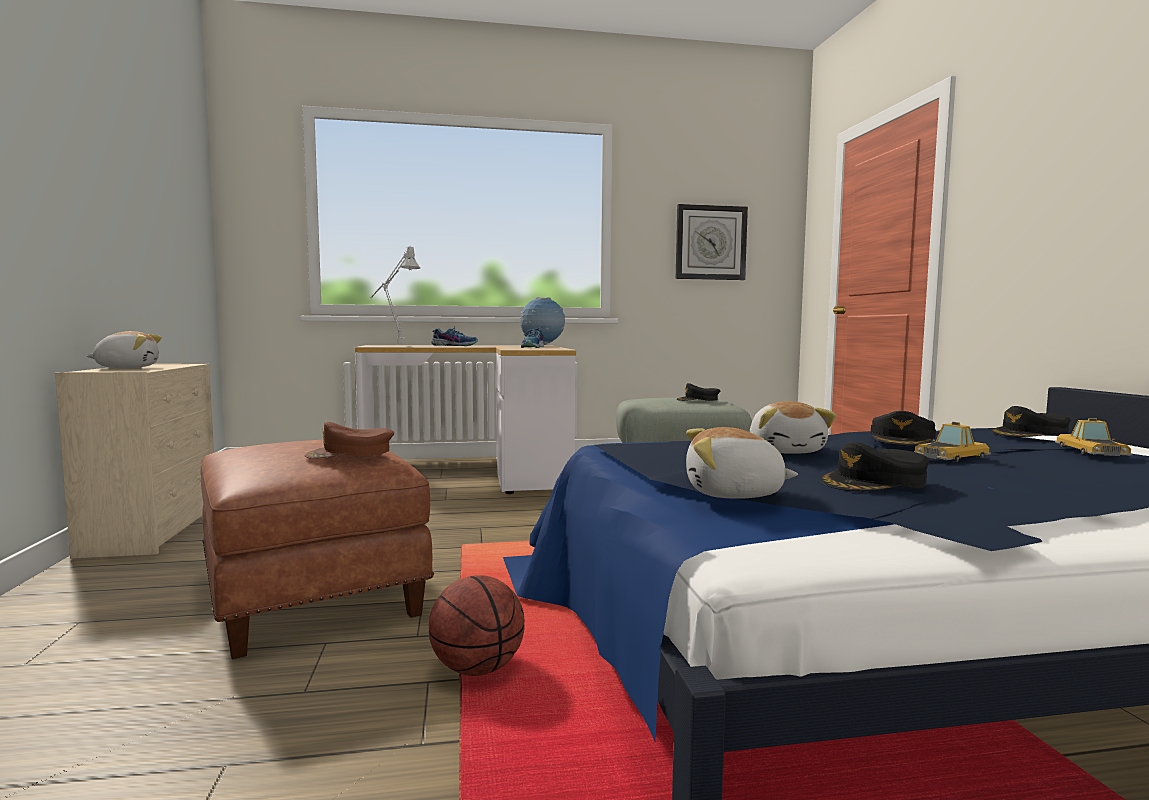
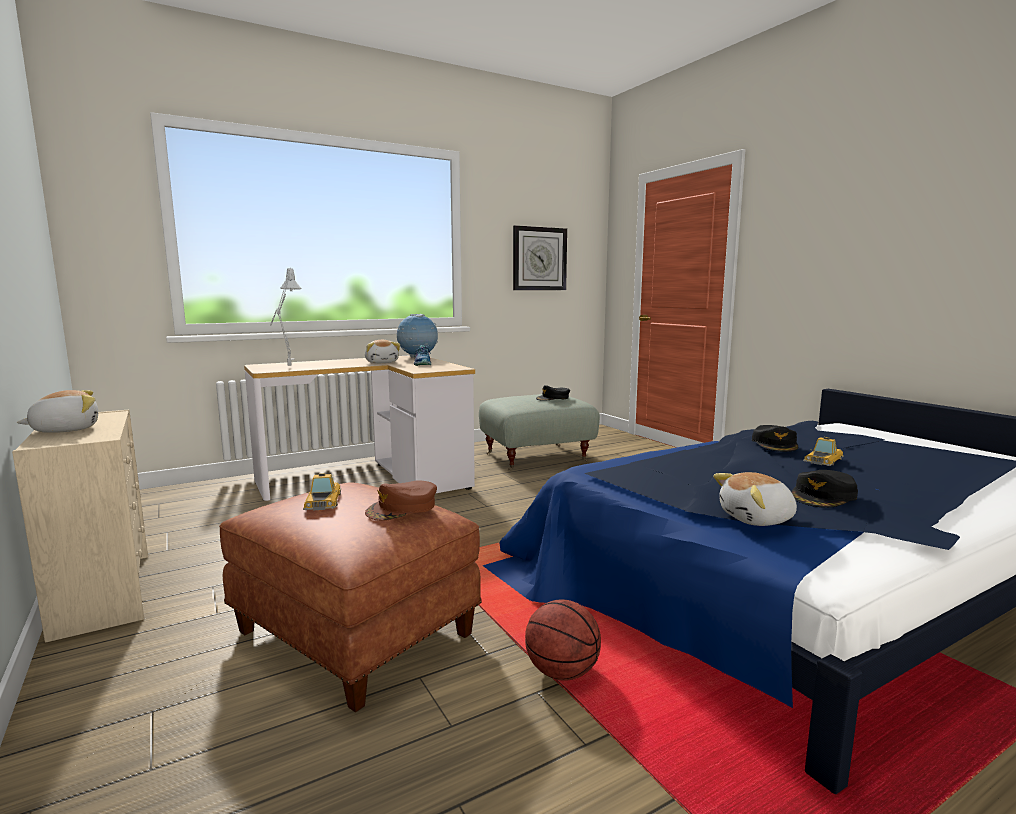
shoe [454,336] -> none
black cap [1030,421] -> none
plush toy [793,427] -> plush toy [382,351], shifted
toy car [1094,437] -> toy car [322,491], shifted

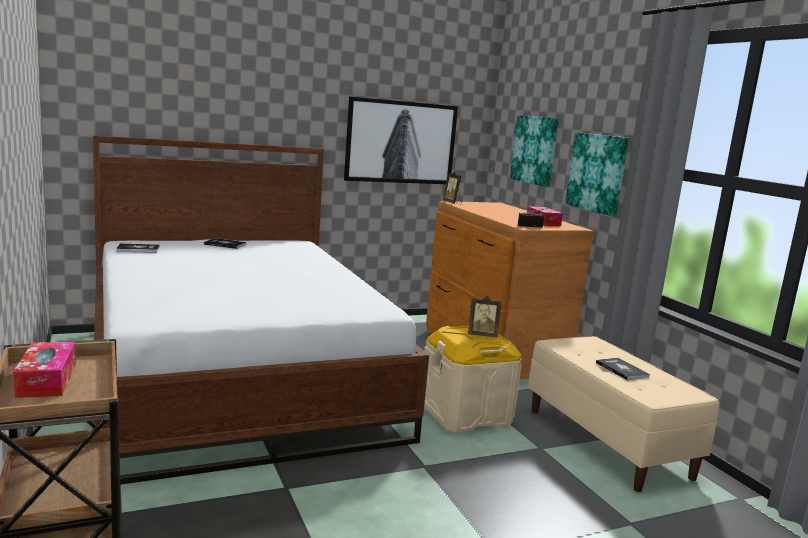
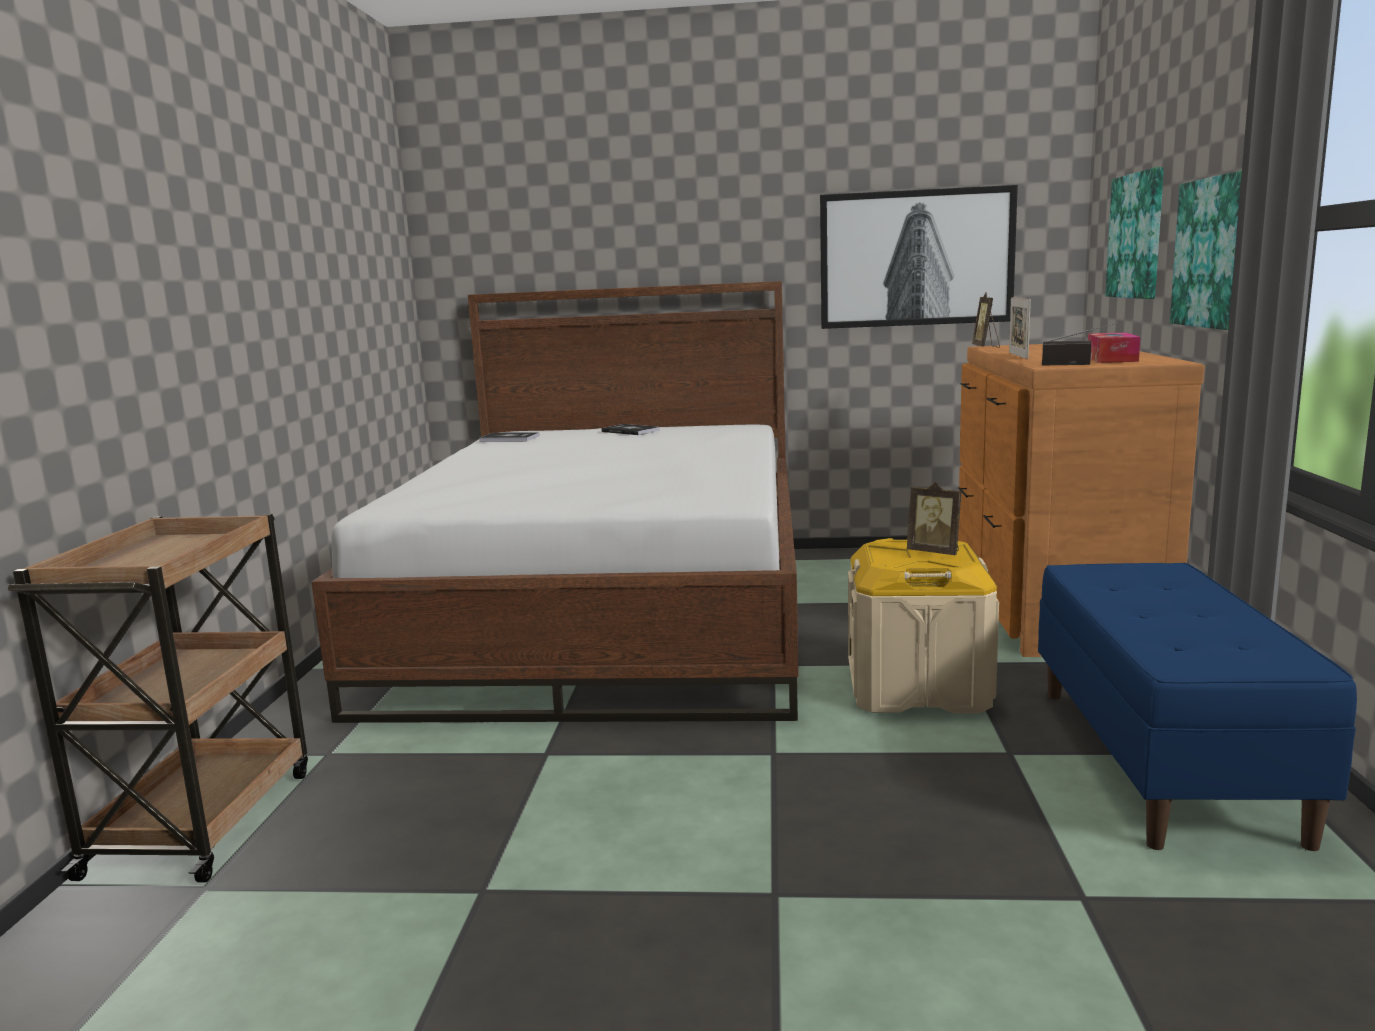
tissue box [44,370] -> none
book [623,369] -> none
none -> picture frame [1020,328]
beige bench [623,414] -> blue bench [1197,707]

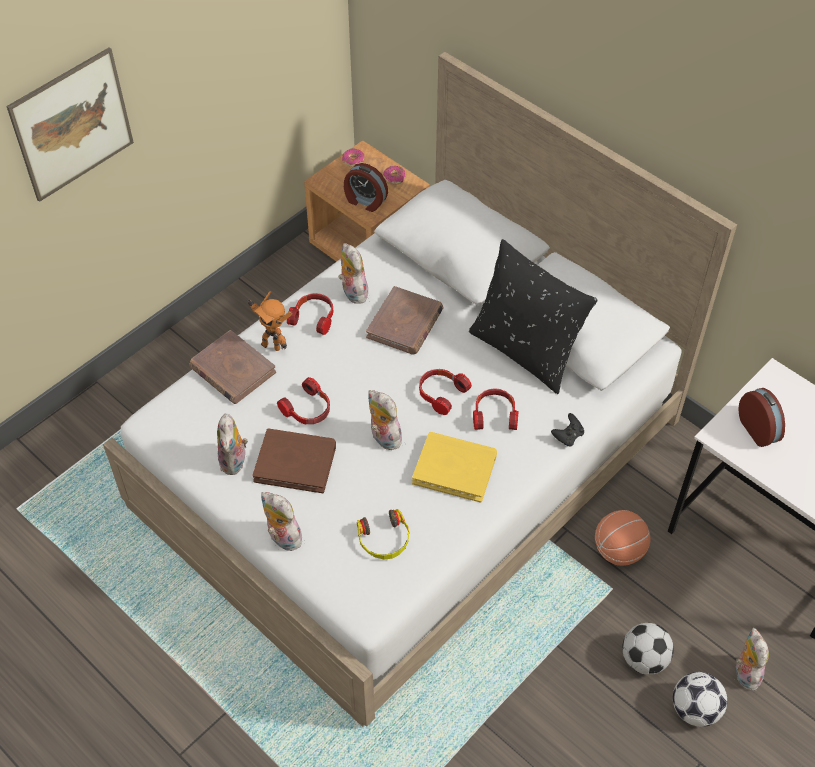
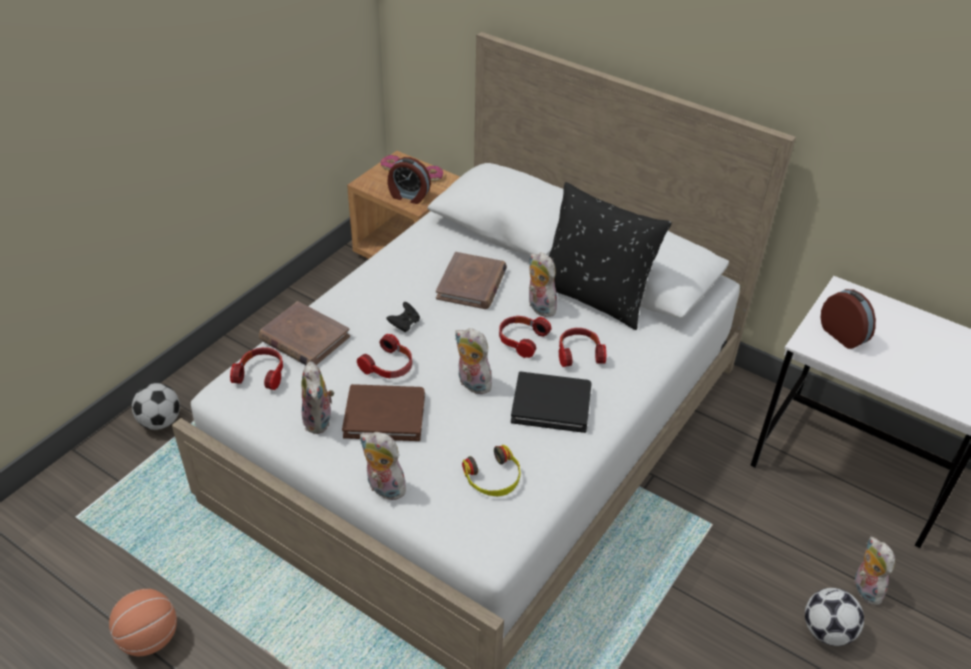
picture [70,124] -> none
toy robot [269,321] -> none
headphones [310,314] -> headphones [256,368], shifted
plush toy [353,273] -> plush toy [543,284], shifted
black game controller [567,429] -> black game controller [403,317], shifted
basketball [623,538] -> basketball [143,622], shifted
football [648,649] -> football [156,406], shifted
yellow book [454,467] -> black book [551,402]

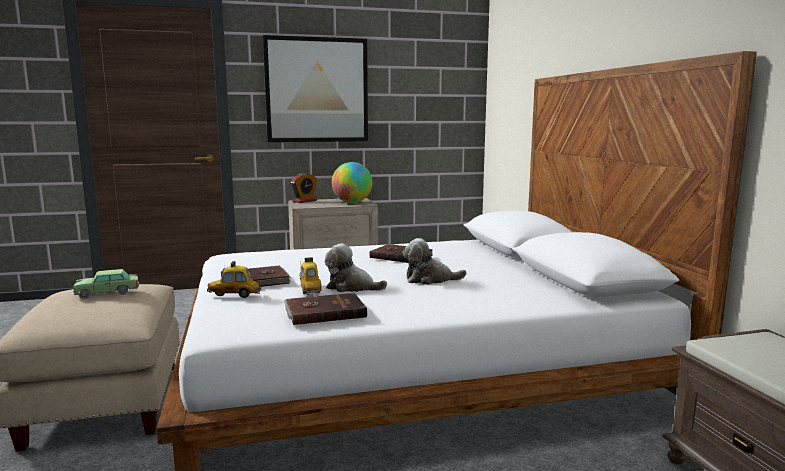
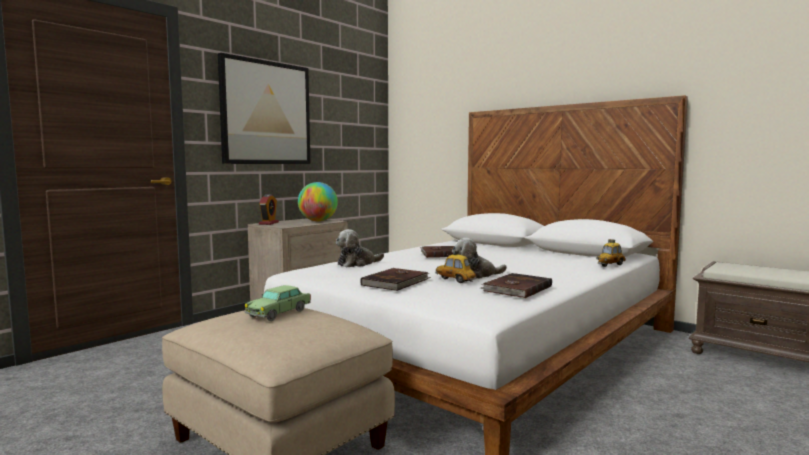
toy car [234,279] -> toy car [611,253], shifted
plush toy [435,261] -> plush toy [360,248], shifted

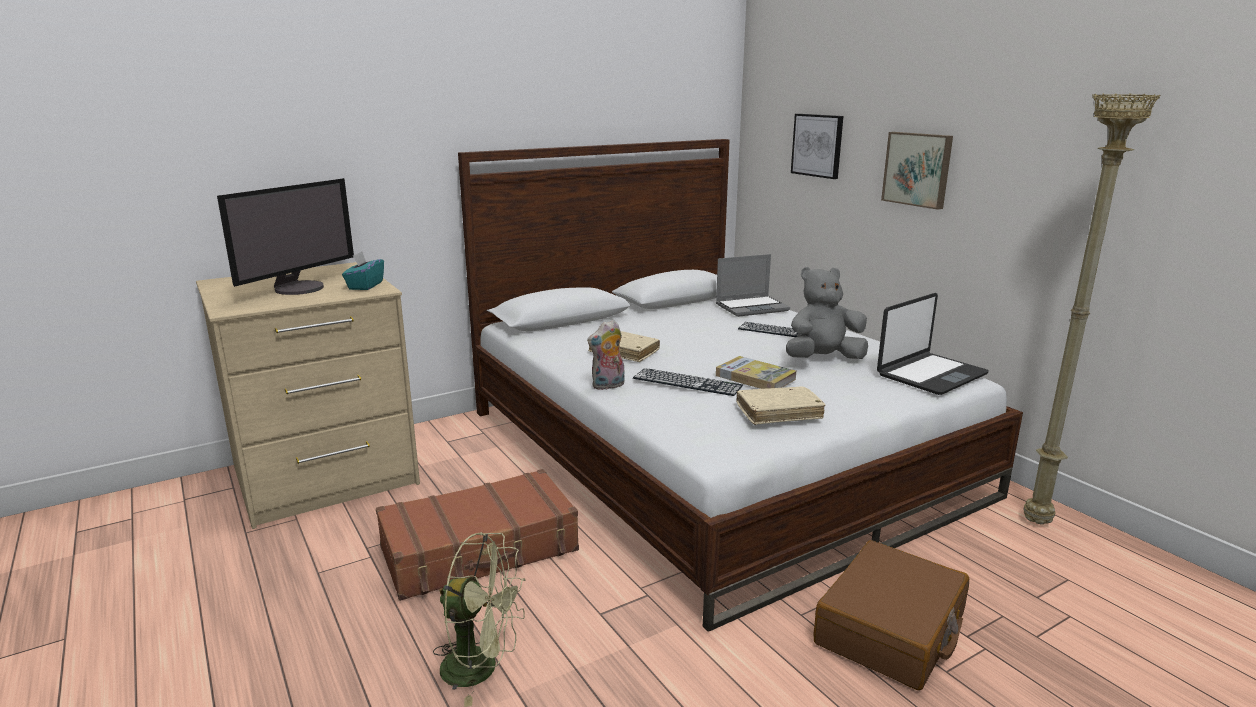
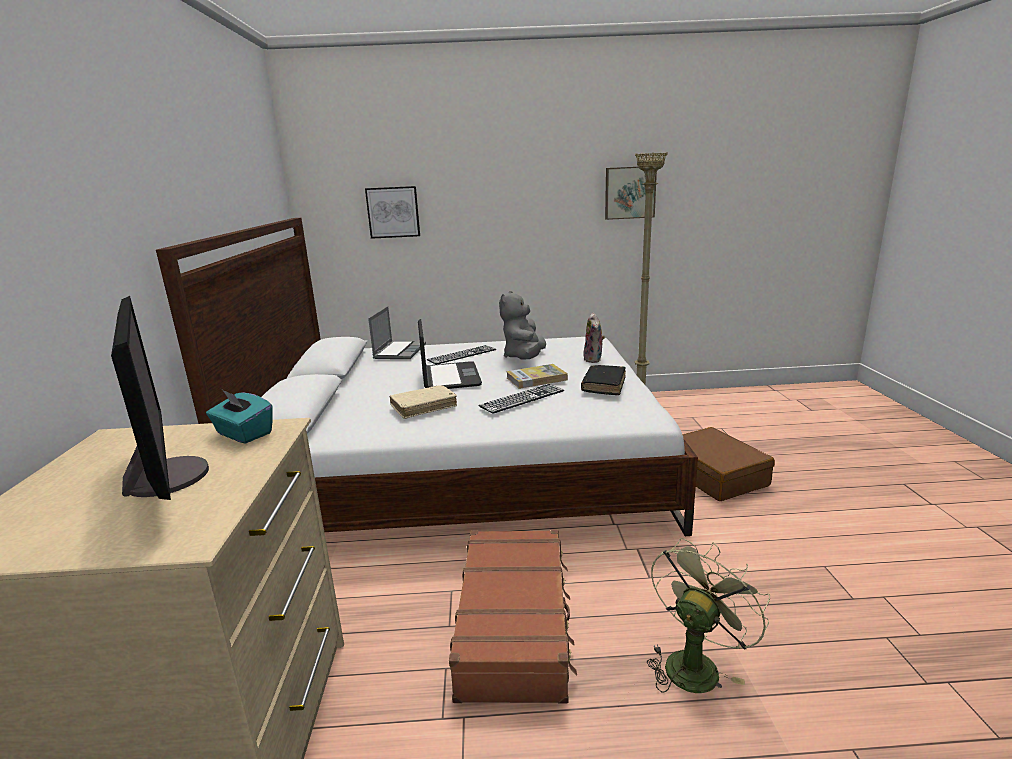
plush toy [606,355] -> plush toy [594,338], shifted
laptop [933,344] -> laptop [450,354], shifted
picture [917,171] -> picture [631,193], shifted
beige book [781,405] -> black book [603,380]

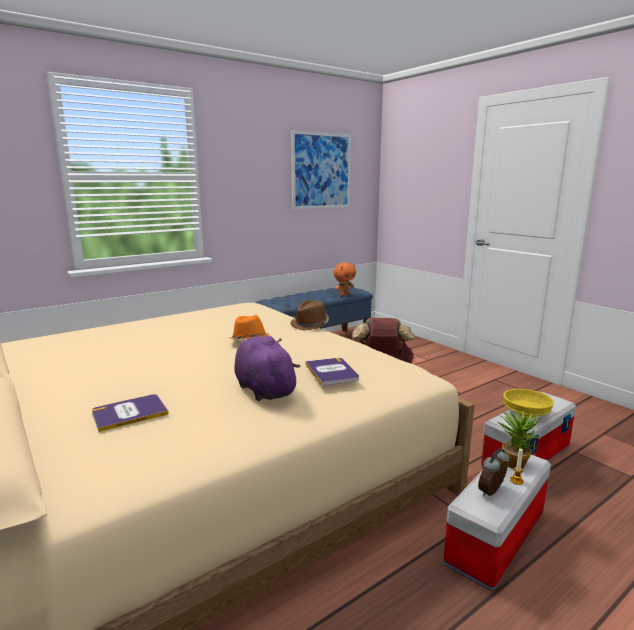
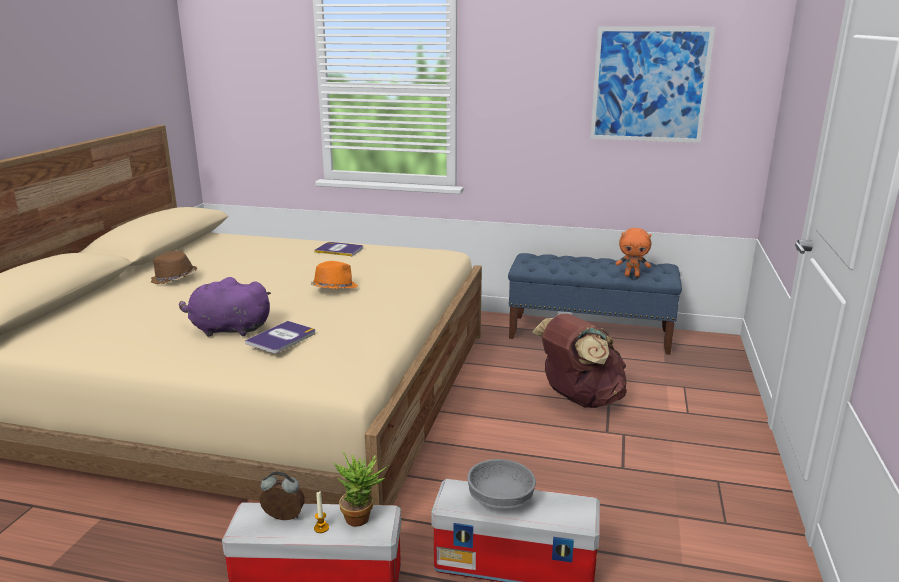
book [130,413] -> book [338,249], shifted
brown hat [309,315] -> brown hat [174,267], shifted
yellow bowl [528,403] -> grey bowl [501,484]
purple plush toy [267,368] -> purple plush toy [225,307], 105 degrees counterclockwise

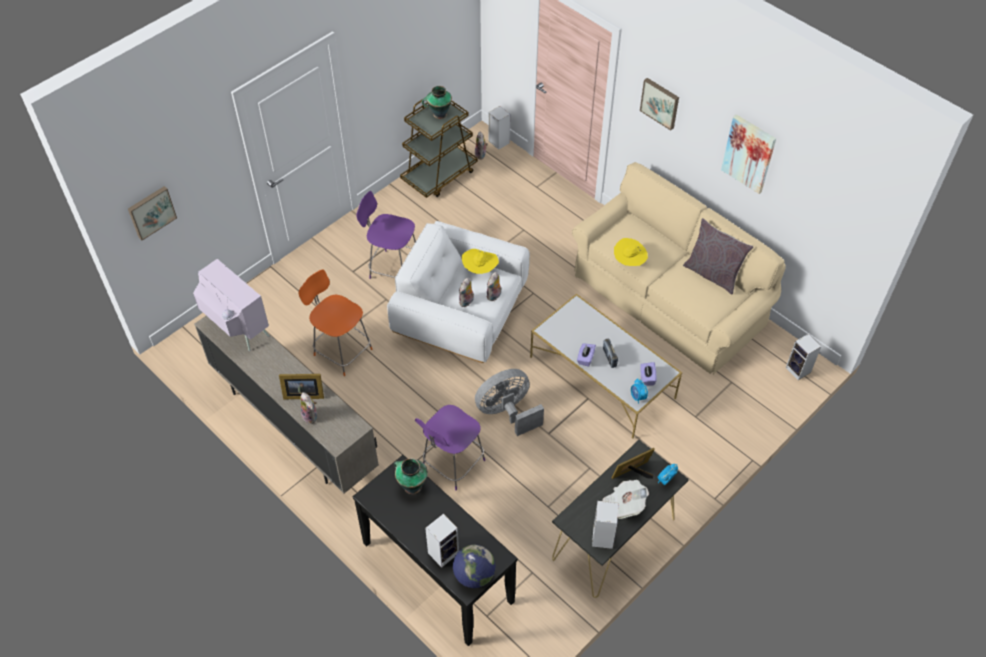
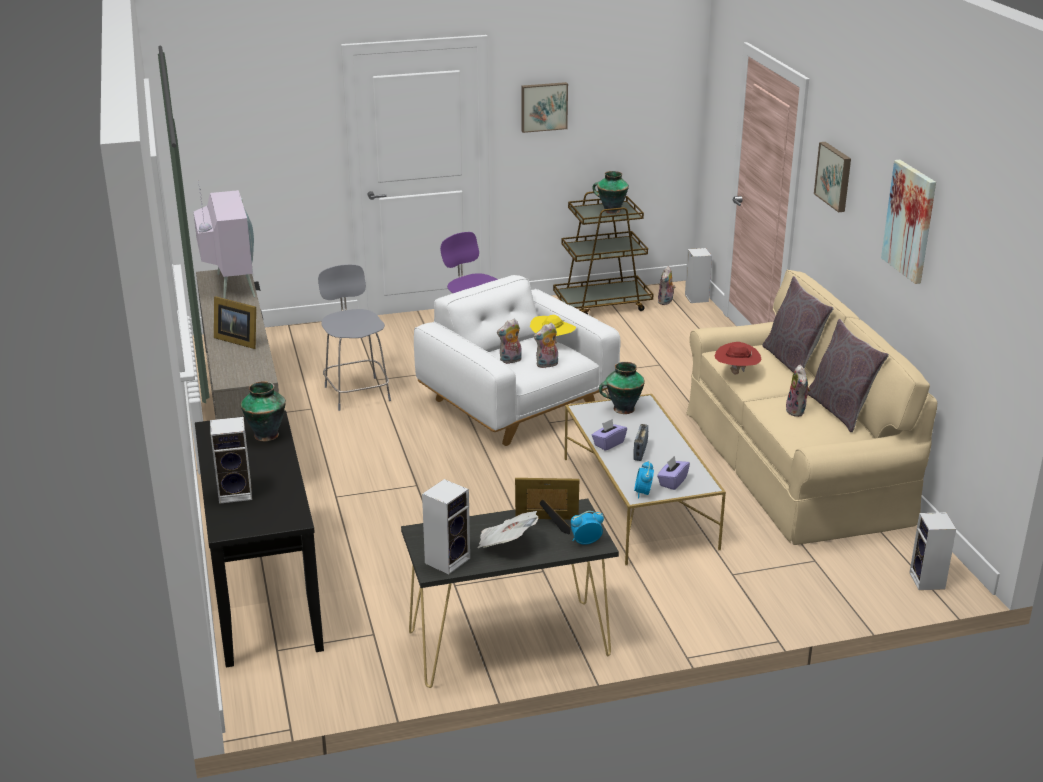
purple stool [450,448] -> none
globe [474,566] -> none
grey fan [509,402] -> none
none -> vase [622,388]
none -> grey pillow [798,324]
picture [152,213] -> picture [544,107], shifted
plush toy [308,408] -> plush toy [798,391], shifted
orange stool [336,322] -> grey stool [354,337]
yellow hat [631,252] -> red hat [738,358]

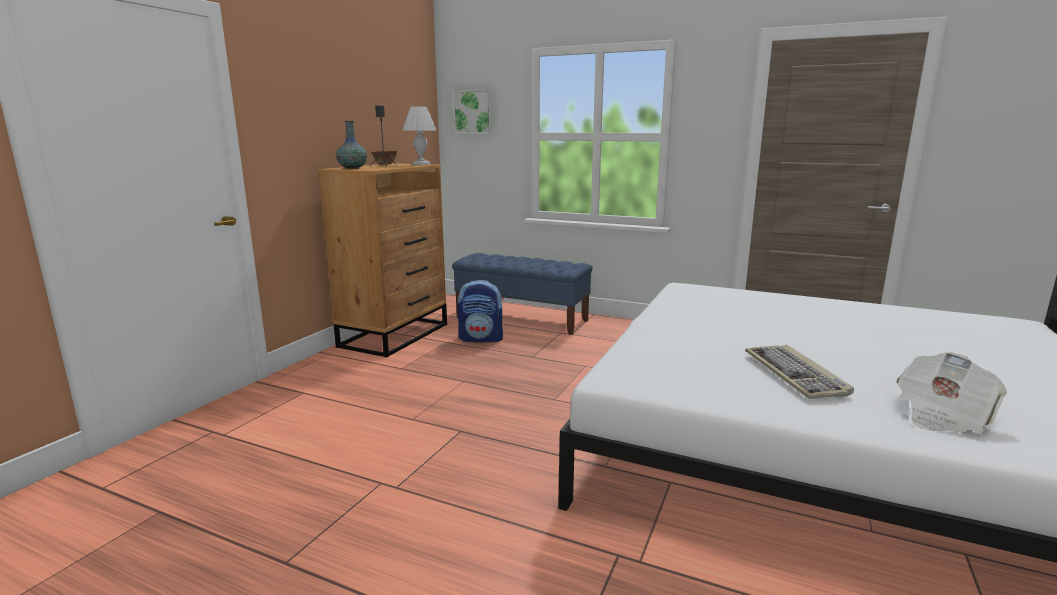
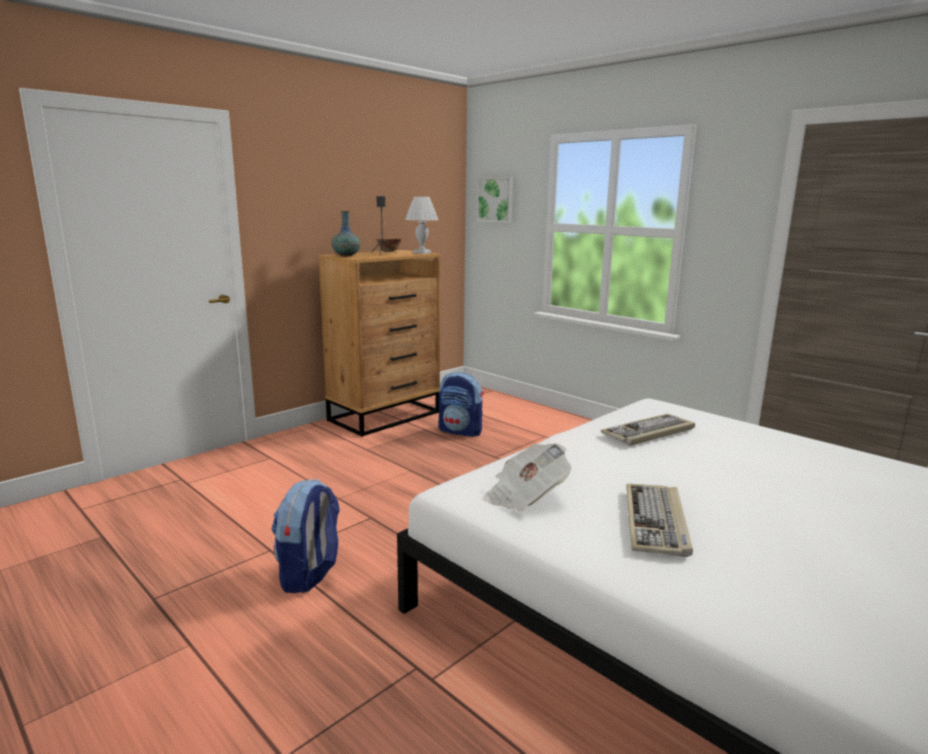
blue bench [522,294] -> none
none -> backpack [306,536]
none -> keyboard [648,430]
newspaper [951,393] -> newspaper [527,477], shifted

